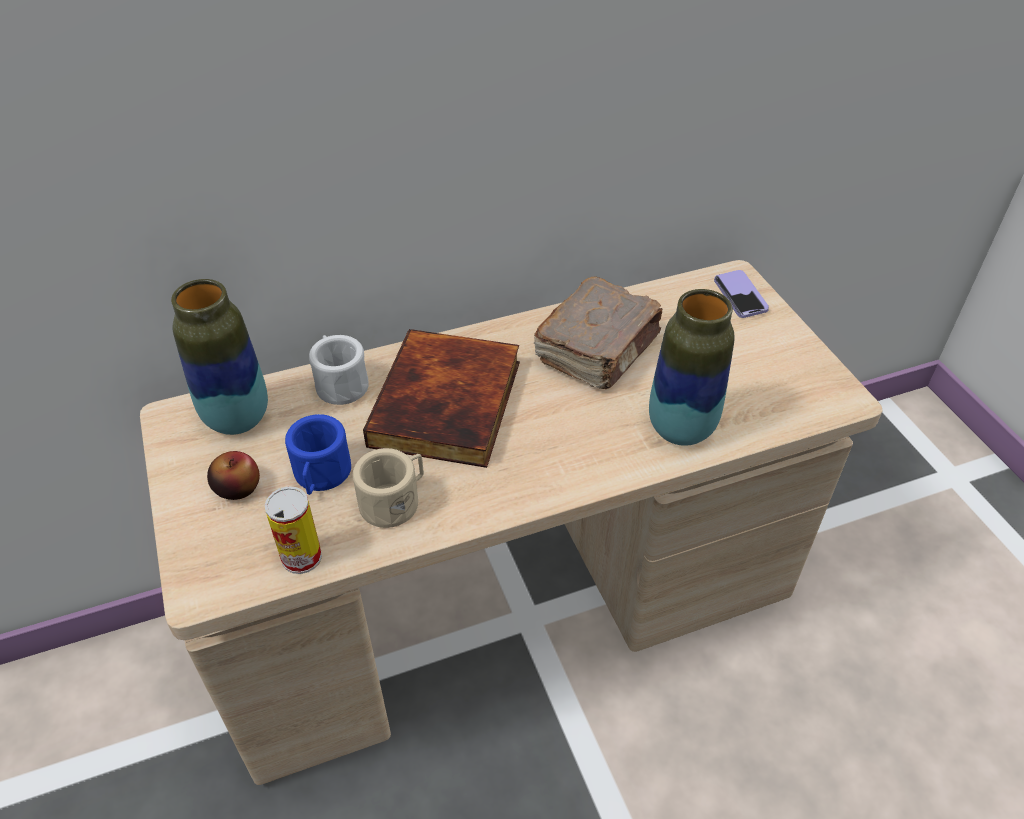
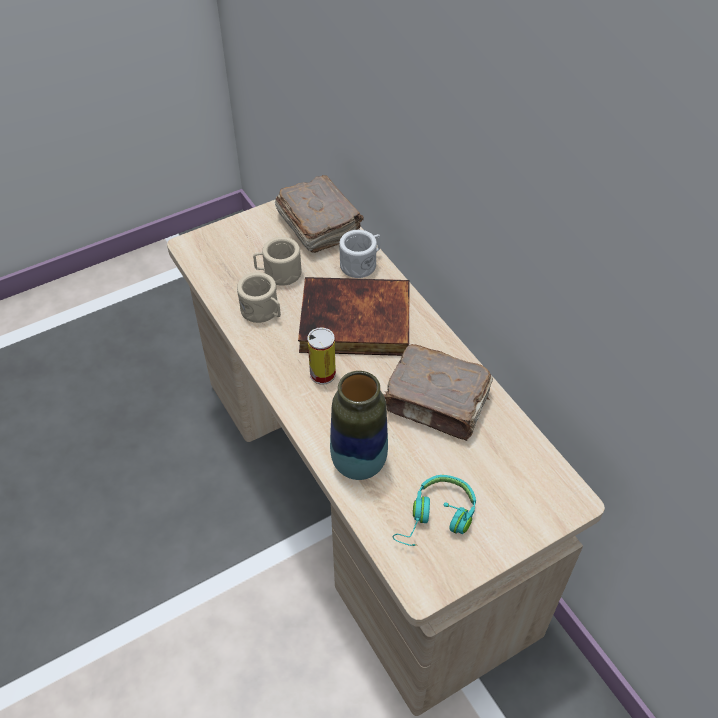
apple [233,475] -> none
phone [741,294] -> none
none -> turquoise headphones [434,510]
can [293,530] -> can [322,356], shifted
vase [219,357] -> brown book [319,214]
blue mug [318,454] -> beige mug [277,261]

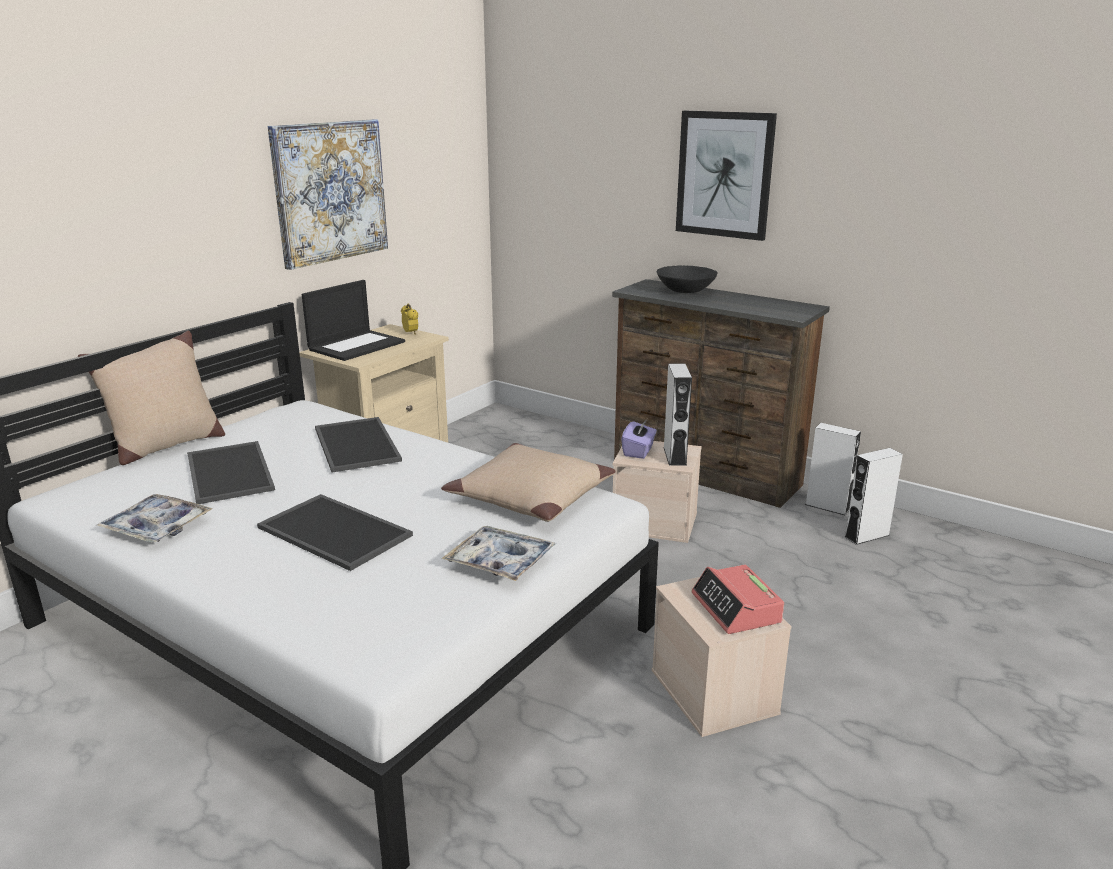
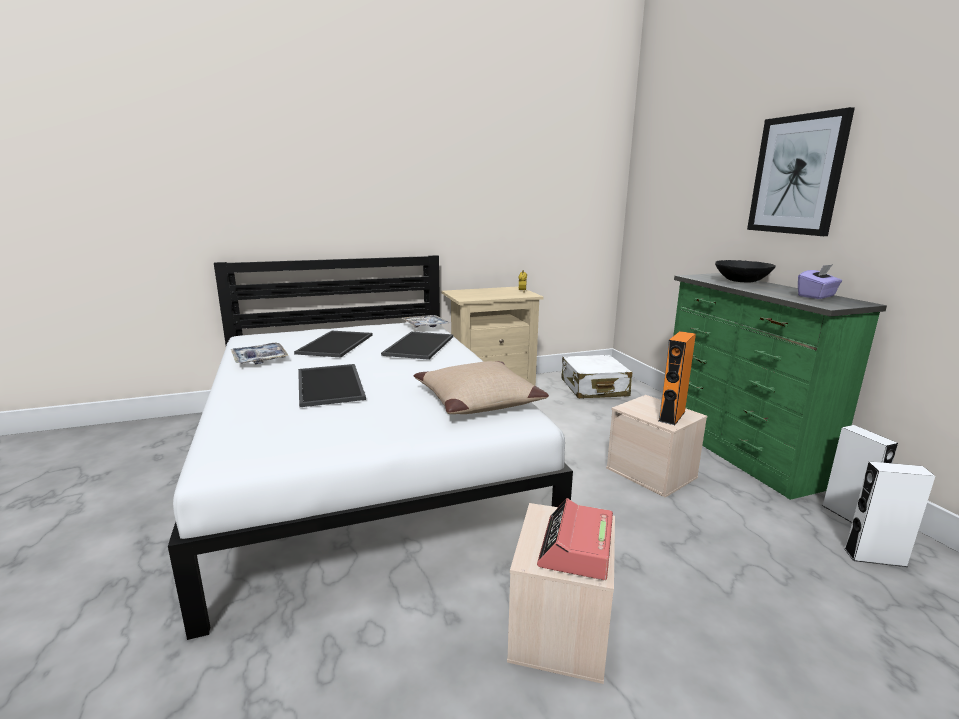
beige pillow [151,398] -> none
picture [328,194] -> none
laptop [353,320] -> none
none -> white suitcase [596,376]
tray [498,553] -> tray [426,321], shifted
purple tissue box [639,439] -> purple tissue box [820,281], shifted
brown dresser [721,393] -> green dresser [780,386]
grey speaker [677,414] -> orange speaker [677,378]

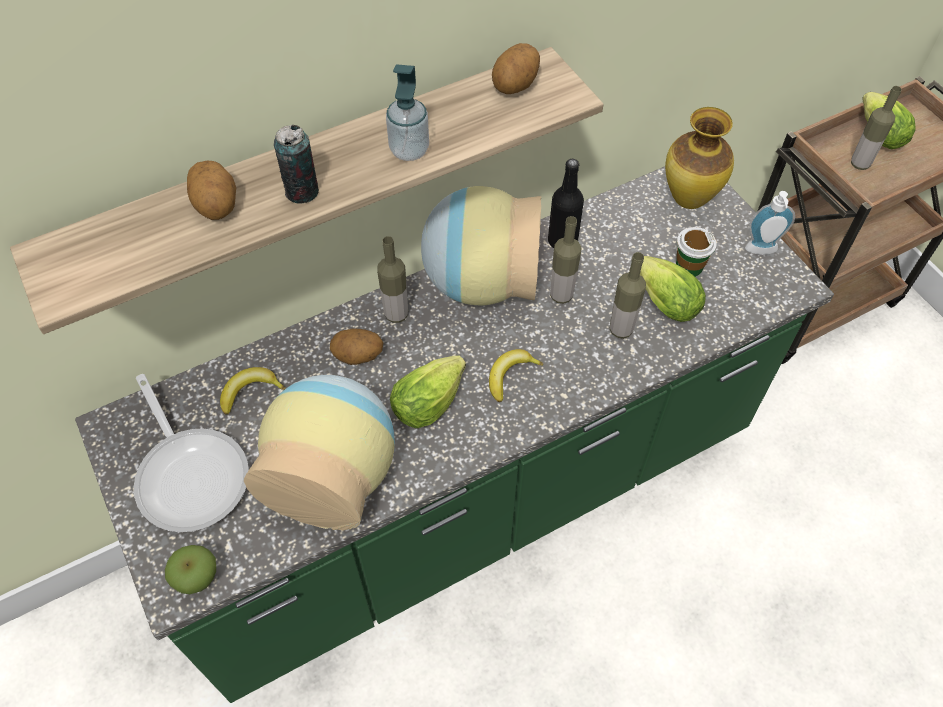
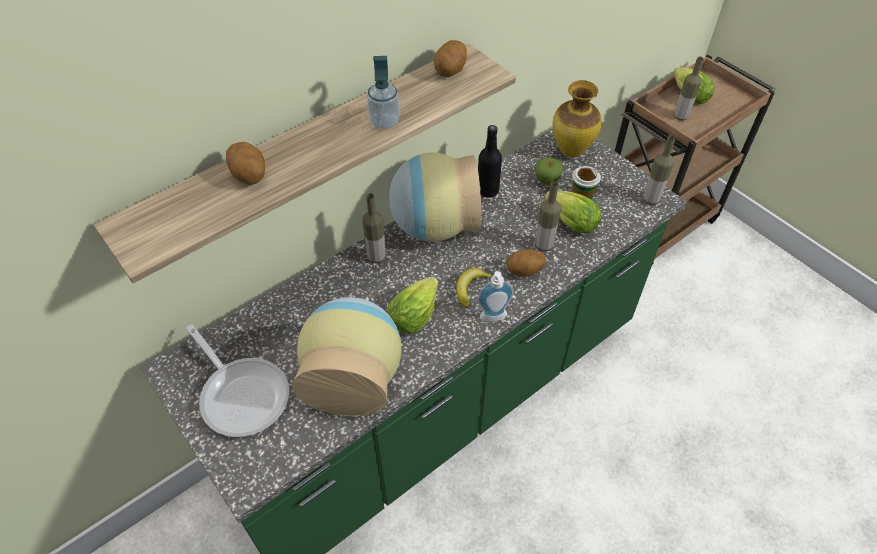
banana [252,390] -> none
can [296,164] -> none
apple [190,569] -> apple [549,171], shifted
potato [356,346] -> potato [526,263], shifted
bottle [565,260] -> bottle [659,170], shifted
soap dispenser [770,223] -> soap dispenser [495,296], shifted

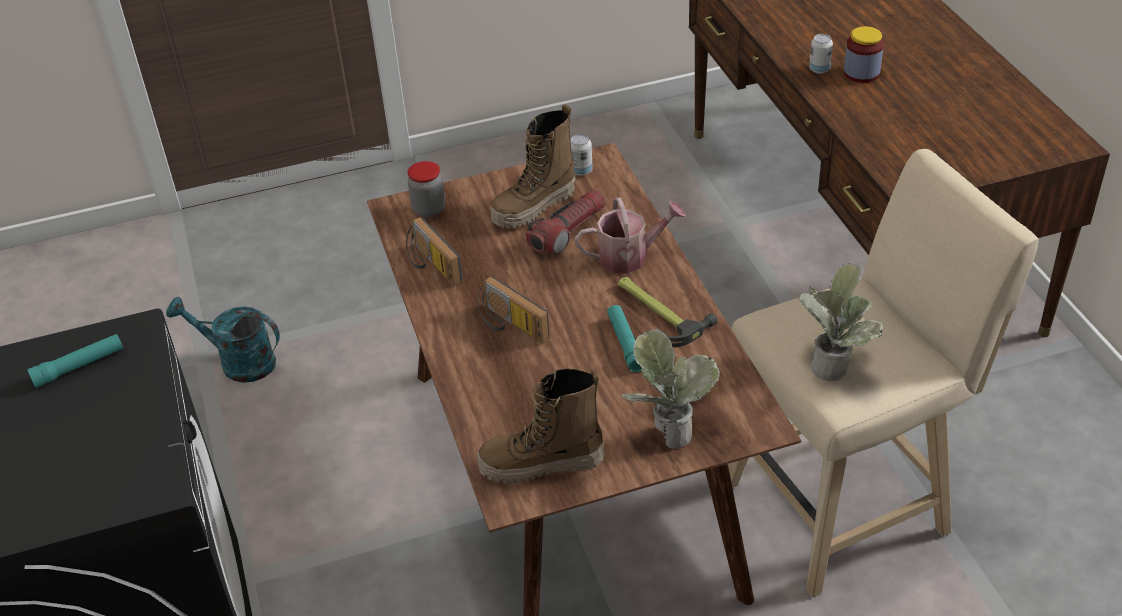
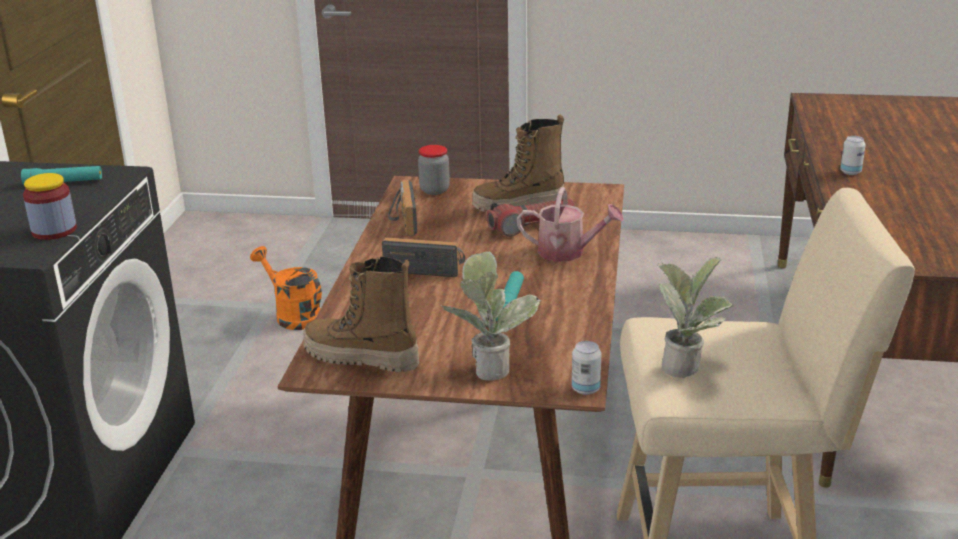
hammer [667,312] -> none
can [582,155] -> can [586,368], shifted
jar [864,54] -> jar [50,206], shifted
turquoise watering can [223,340] -> orange watering can [286,288]
radio [513,309] -> radio [423,257], 120 degrees clockwise

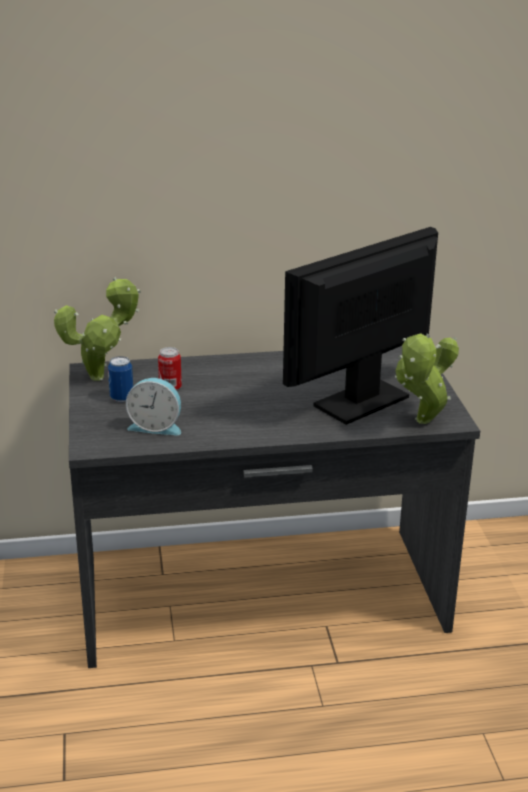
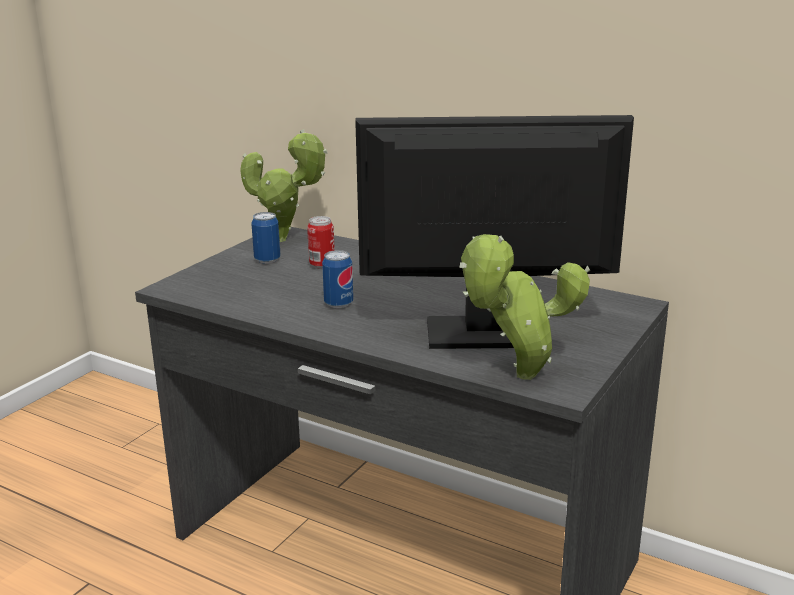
alarm clock [153,406] -> none
none -> can [337,279]

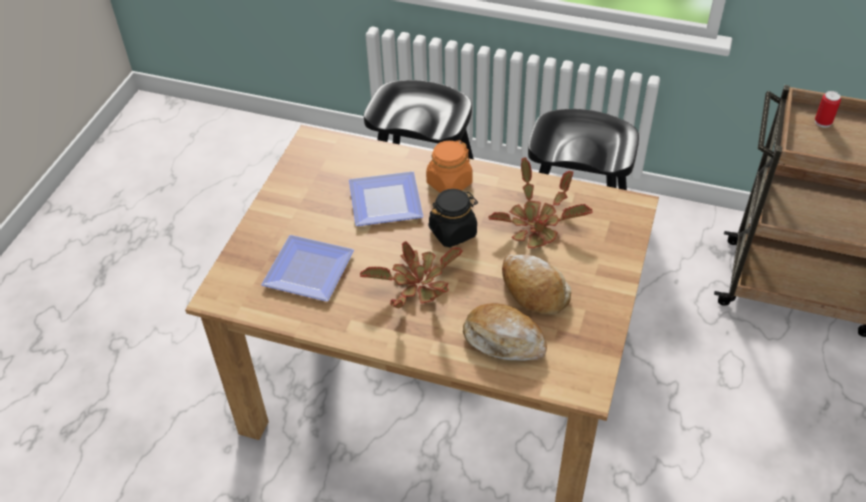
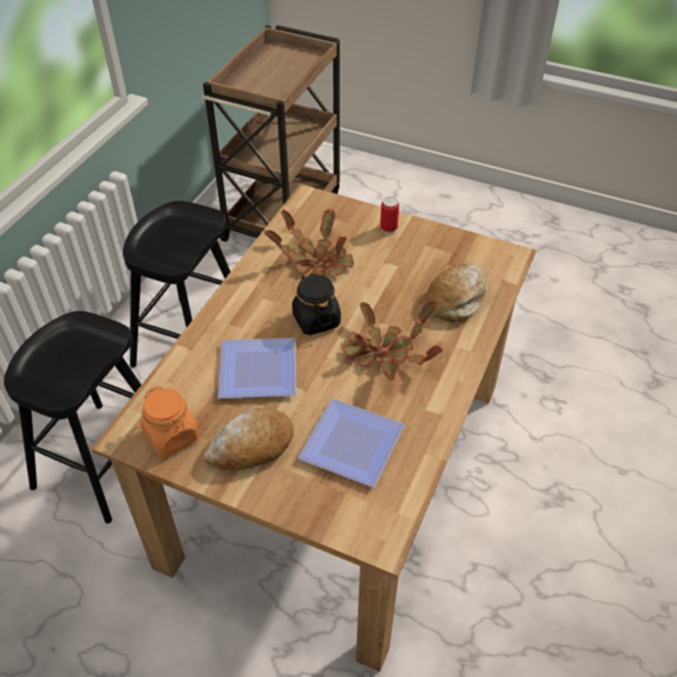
orange jar [449,166] -> orange jar [169,421], shifted
bread [536,284] -> bread [248,437], shifted
can [828,109] -> can [389,215], shifted

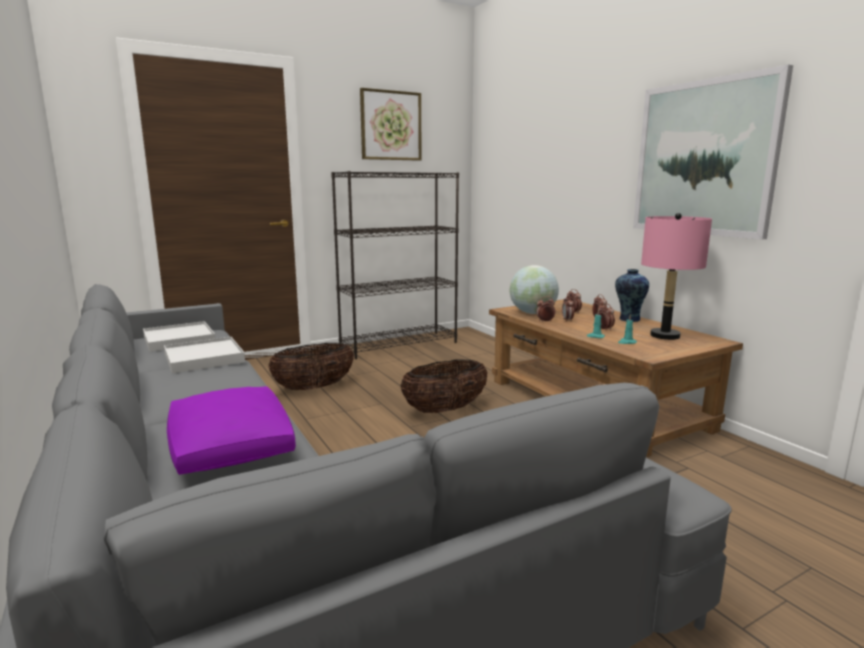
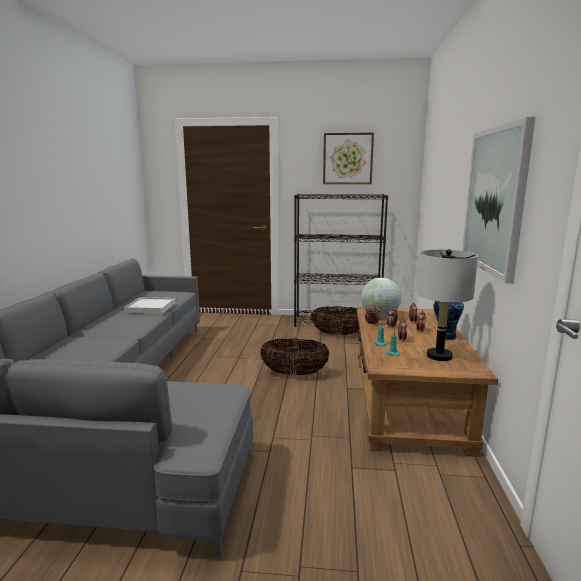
white tray [179,336] -> none
purple pillow [231,430] -> none
basket [311,366] -> basket [335,320], shifted
pink table lamp [676,276] -> grey table lamp [447,305]

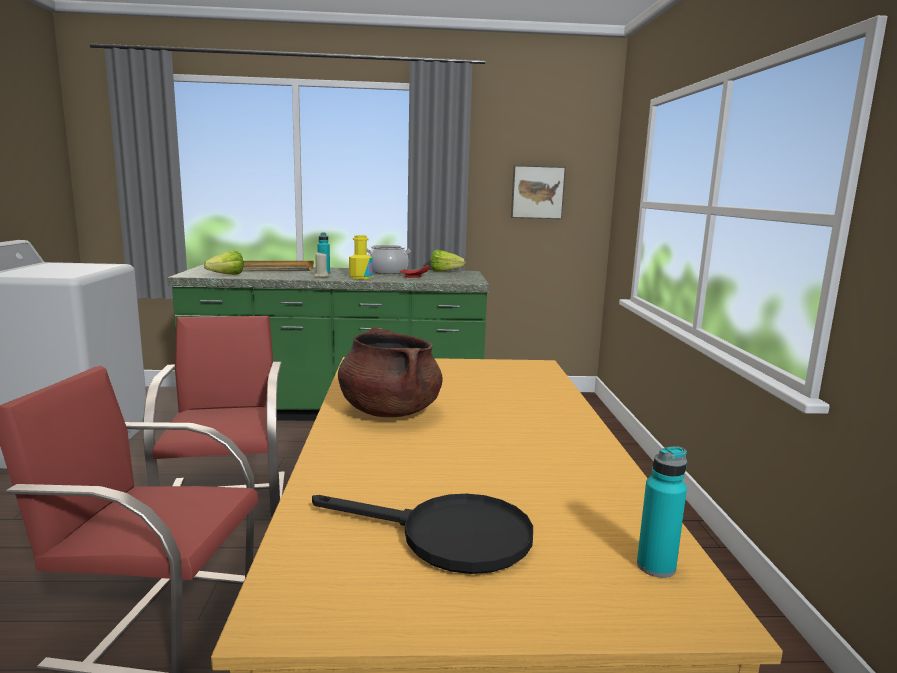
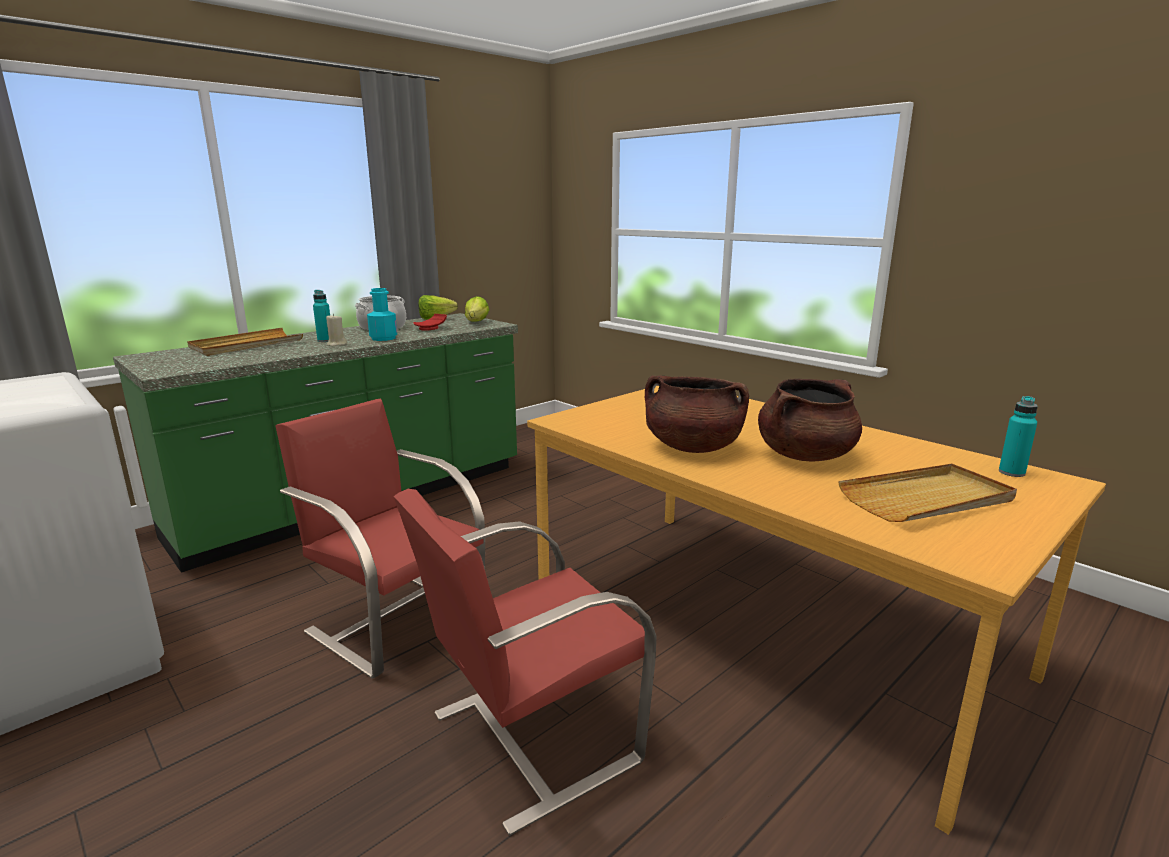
picture [538,192] -> none
none -> brown cooking pot [810,420]
lettuce [224,262] -> lettuce [477,309], shifted
black frying pan [422,533] -> beige tray [927,493]
yellow bottle [360,257] -> turquoise bottle [382,314]

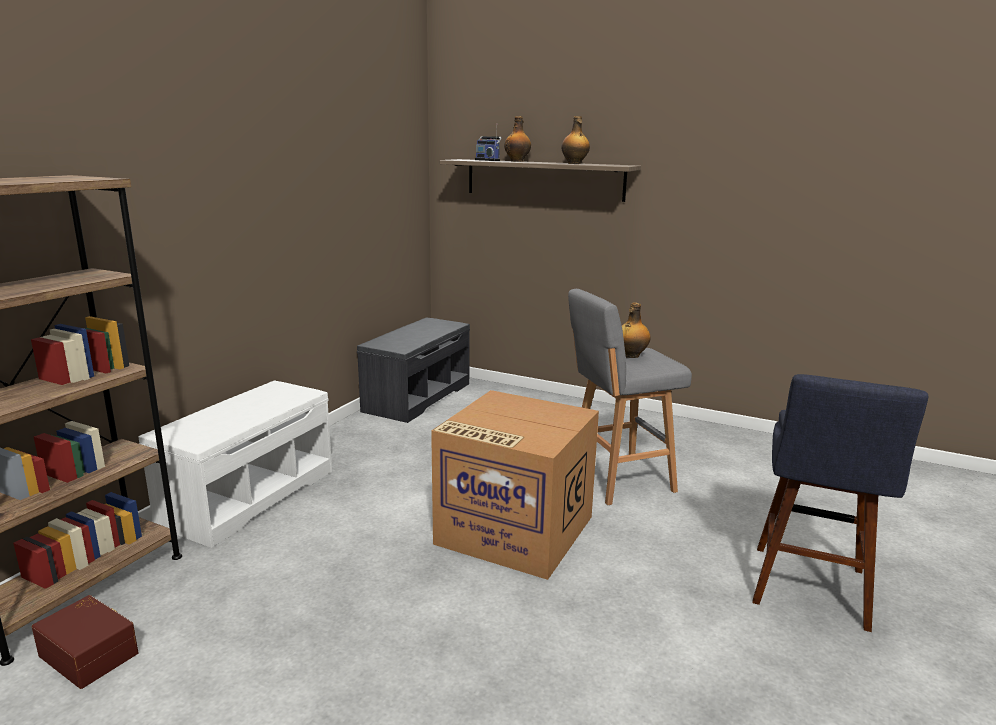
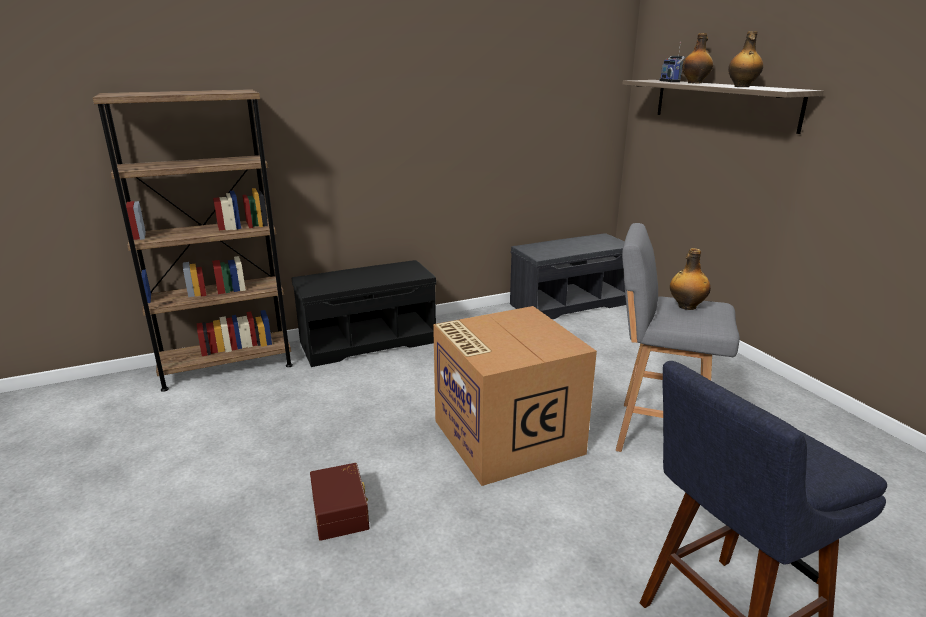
brown storage box [85,642] -> brown storage box [340,502], shifted
white bench [235,464] -> black bench [364,313]

